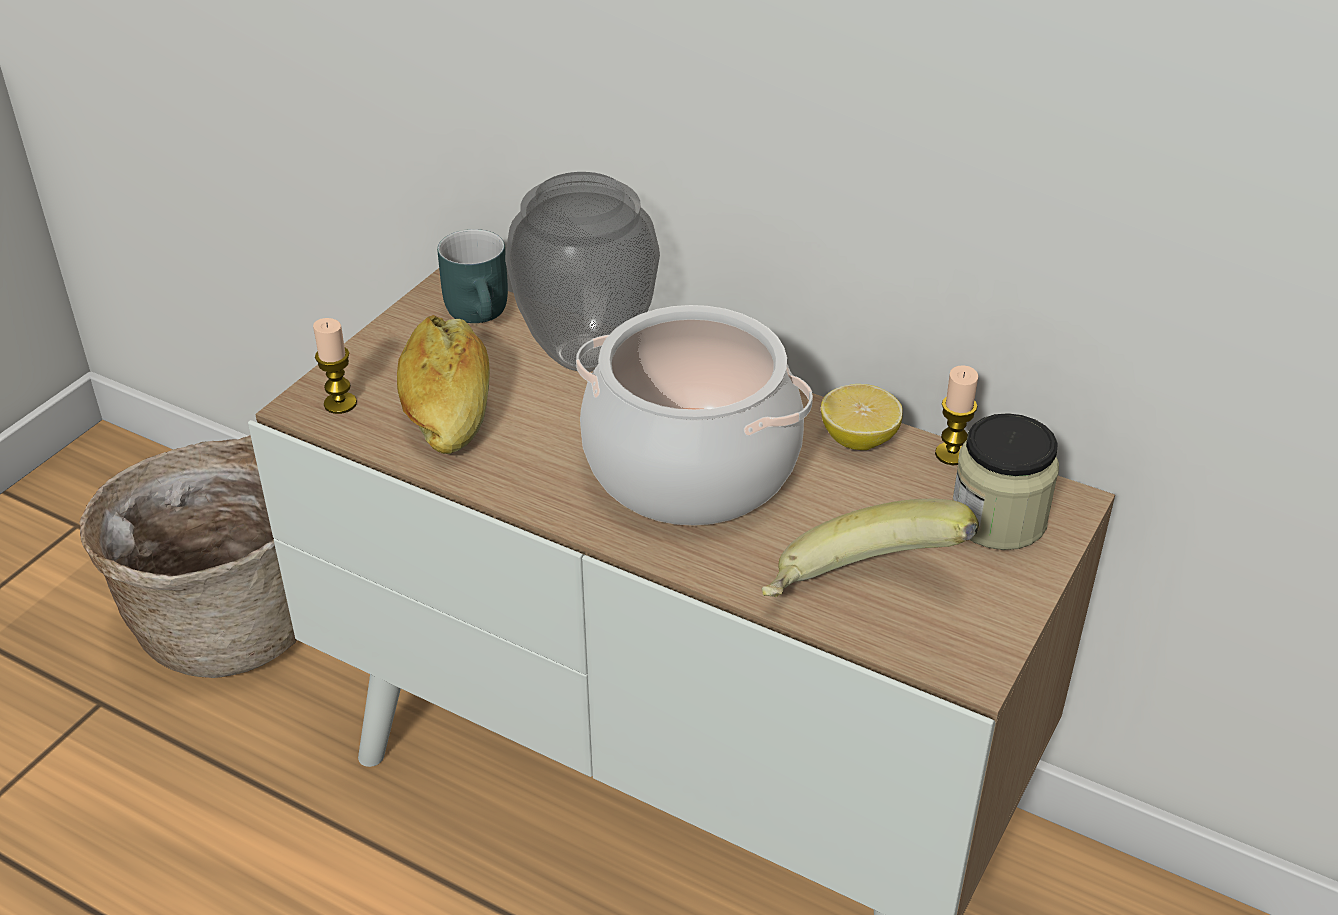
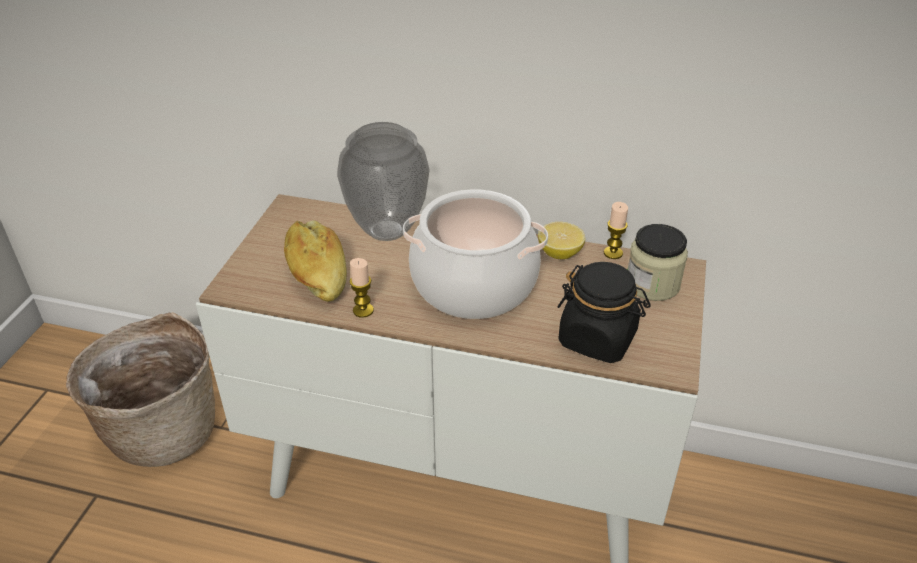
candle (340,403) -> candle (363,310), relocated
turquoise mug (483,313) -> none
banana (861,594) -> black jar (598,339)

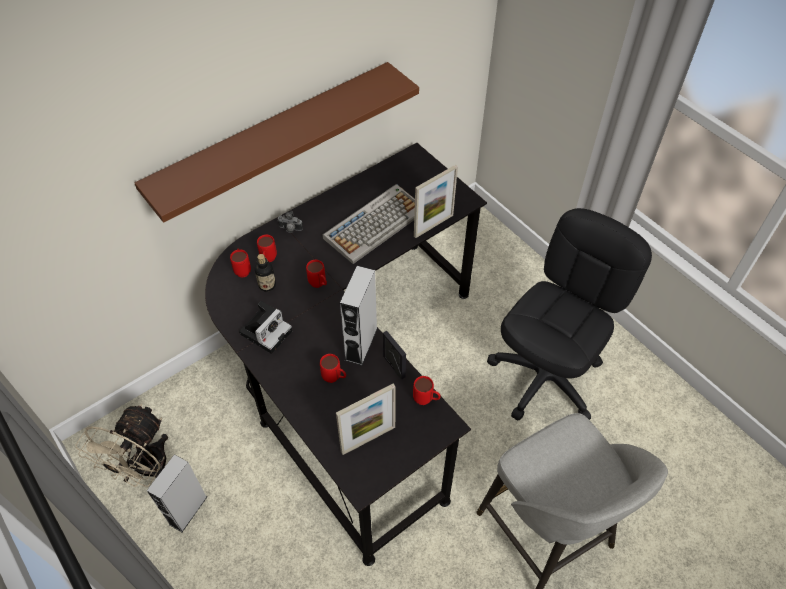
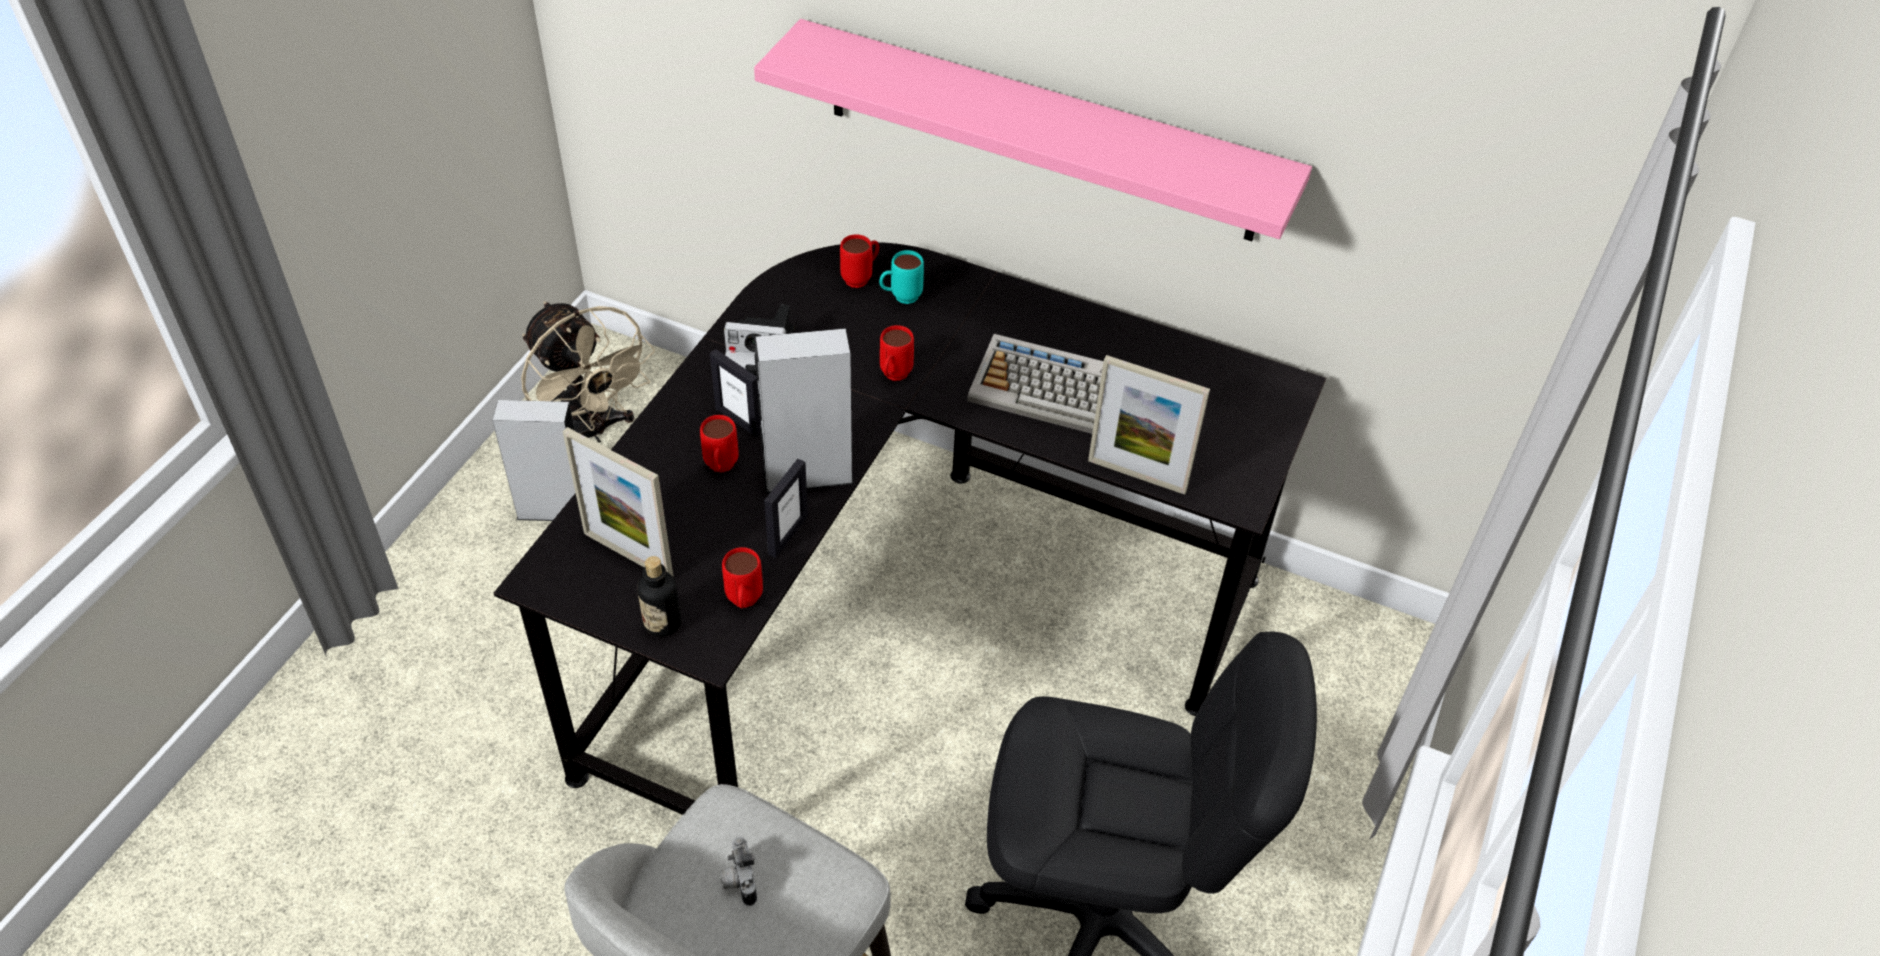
beige fan (145,471) -> beige fan (591,432), 120 degrees counterclockwise
brown shelf (273,139) -> pink shelf (1040,132)
bottle (267,285) -> bottle (662,623), relocated
red mug (268,260) -> turquoise mug (900,298)
photo camera (290,229) -> photo camera (738,880), relocated
none -> picture frame (739,420)

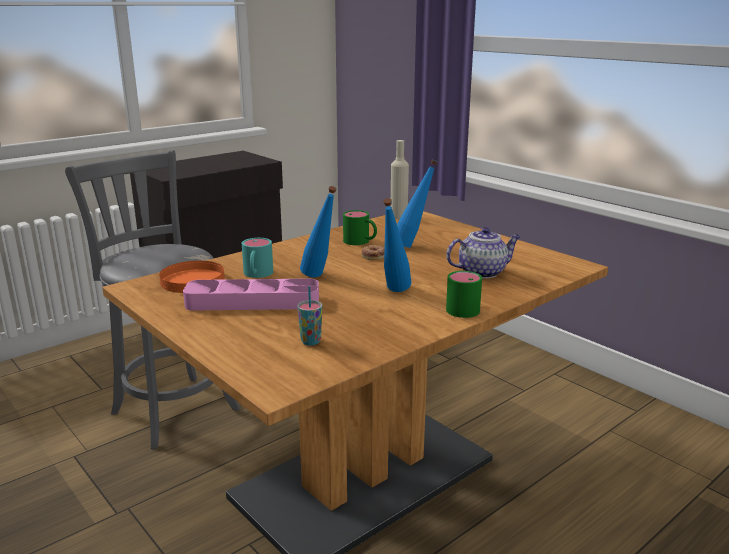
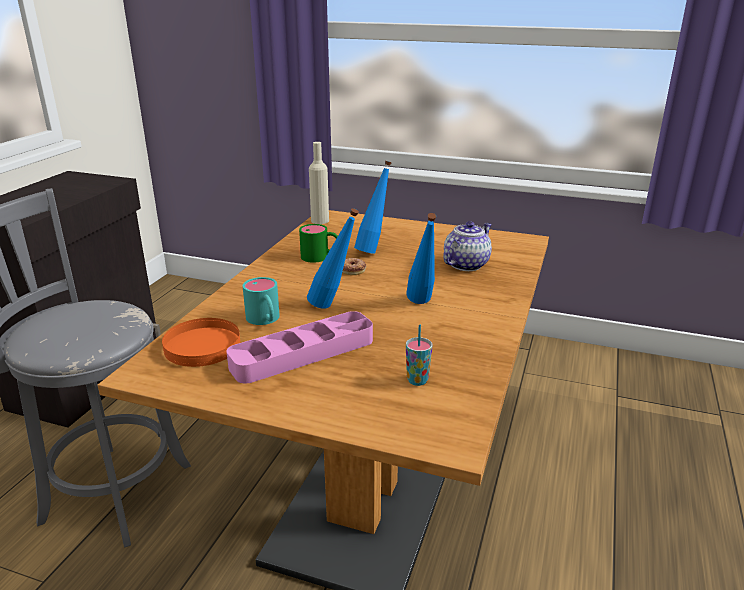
green mug (459,307) -> none

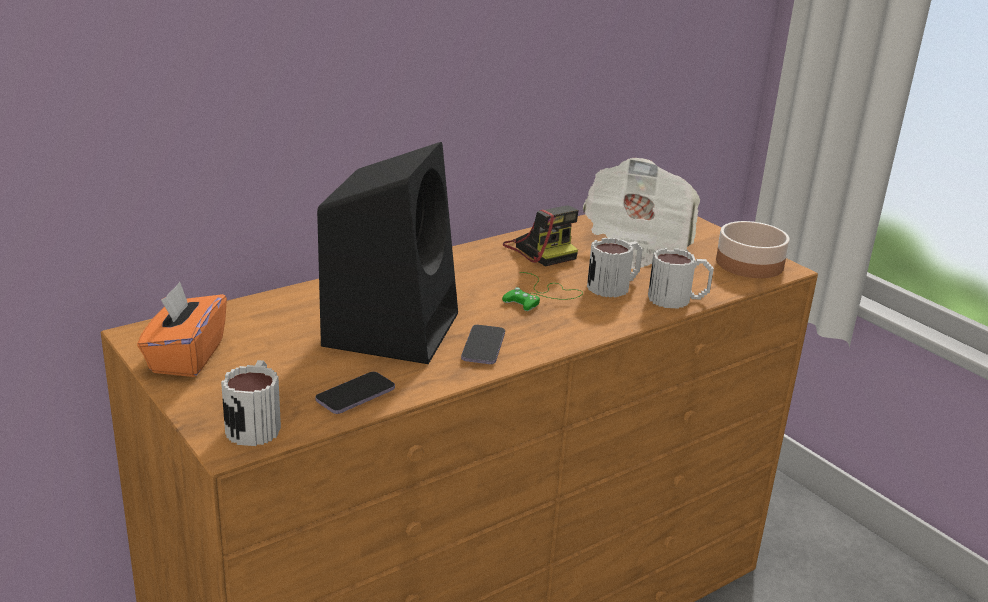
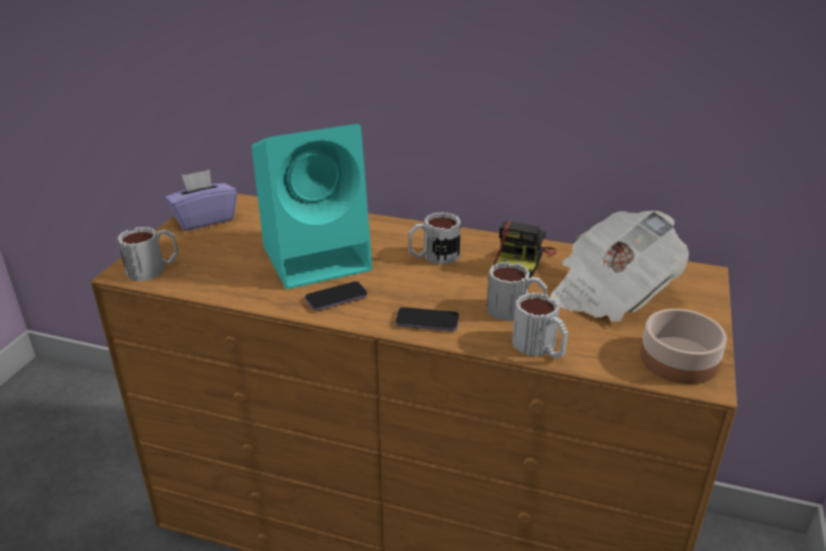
orange tissue box (186,357) -> purple tissue box (204,219)
phone (355,395) -> phone (427,321), relocated
black speaker (391,327) -> turquoise speaker (319,257)
green game controller (542,296) -> none
none -> mug (433,256)

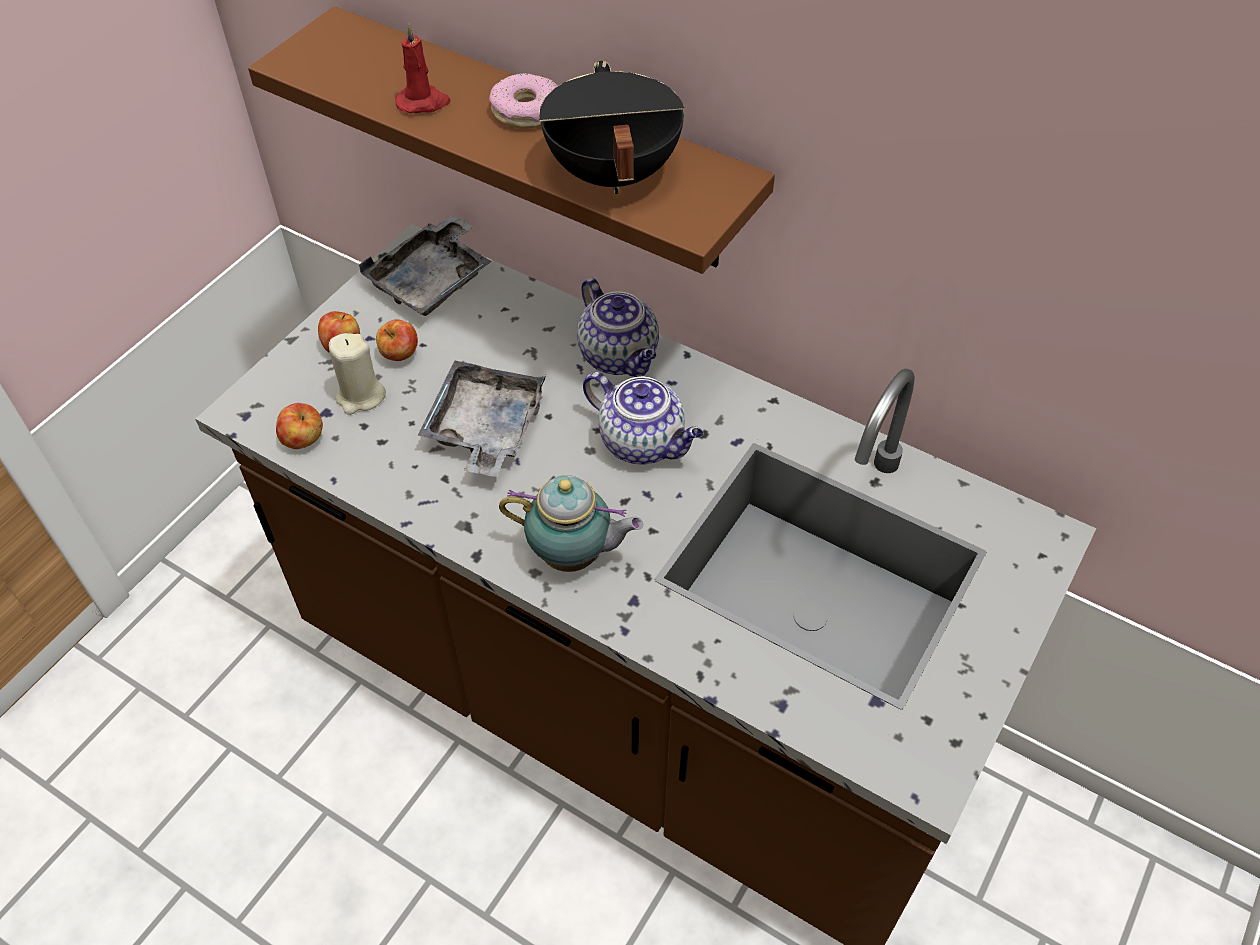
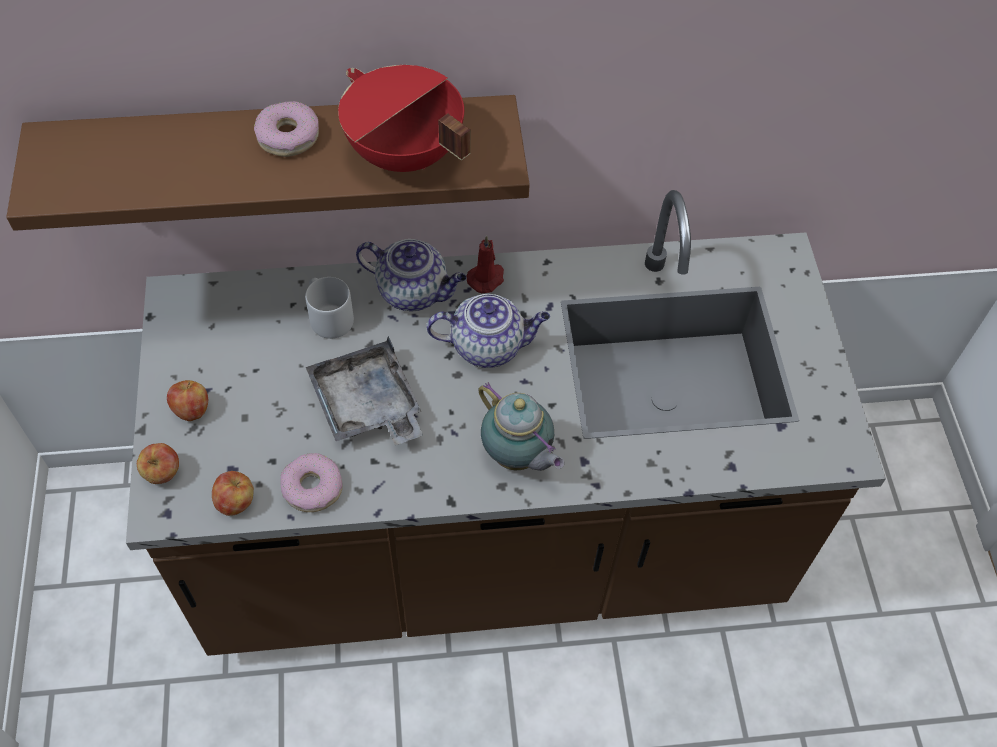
beige candle (360,396) -> none
grey tray (432,281) -> none
apple (400,355) -> apple (163,473), relocated
red candle (423,102) -> red candle (486,278), relocated
teapot (574,556) -> teapot (517,457), 75 degrees clockwise
black cooking pot (610,174) -> red cooking pot (403,155)
none -> donut (313,487)
none -> grey mug (329,317)

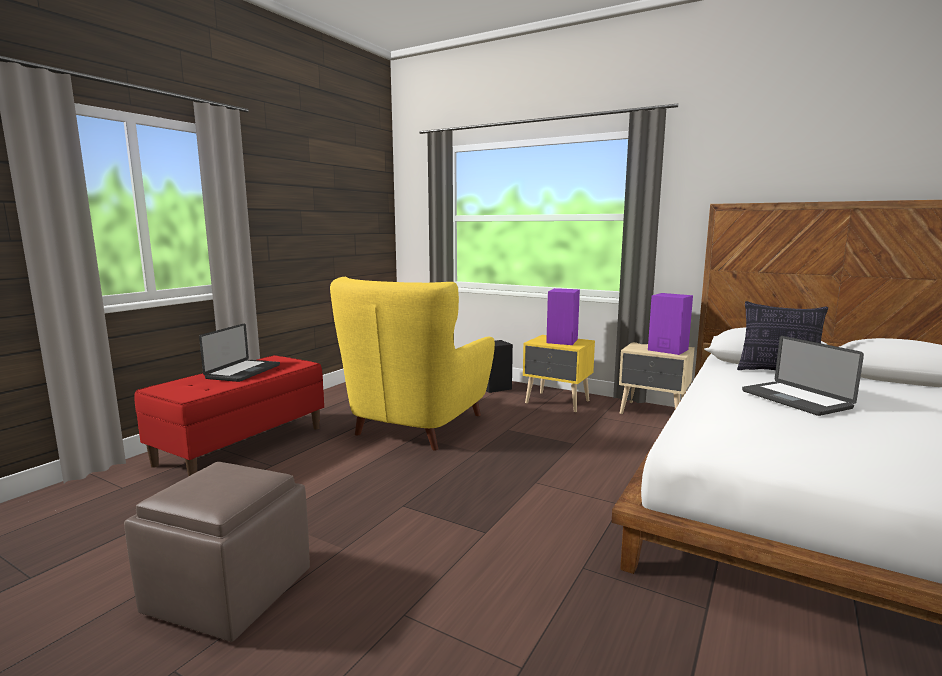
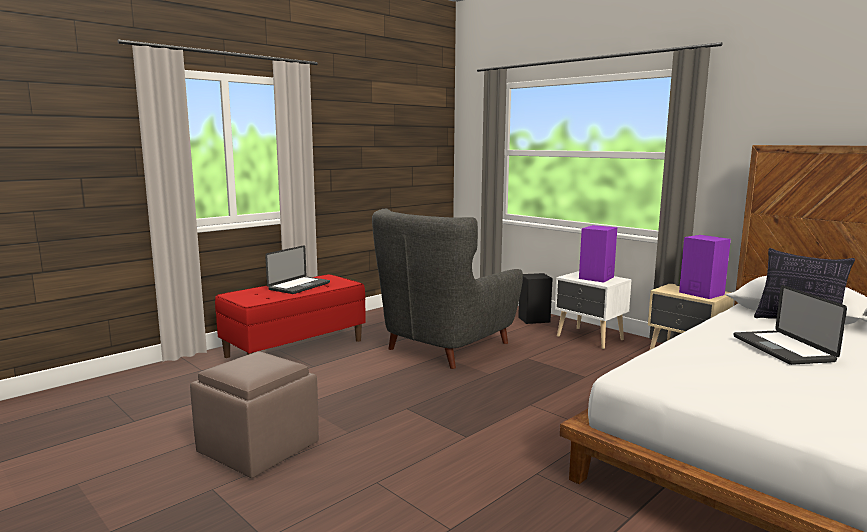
yellow armchair (417,426) -> grey armchair (445,347)
yellow nightstand (557,402) -> white nightstand (590,338)

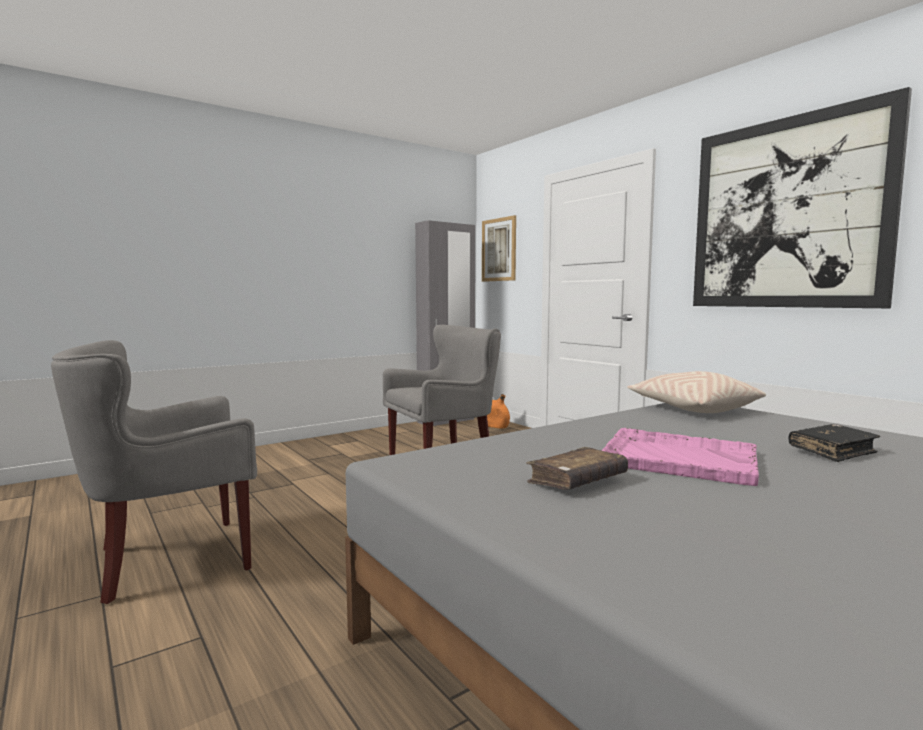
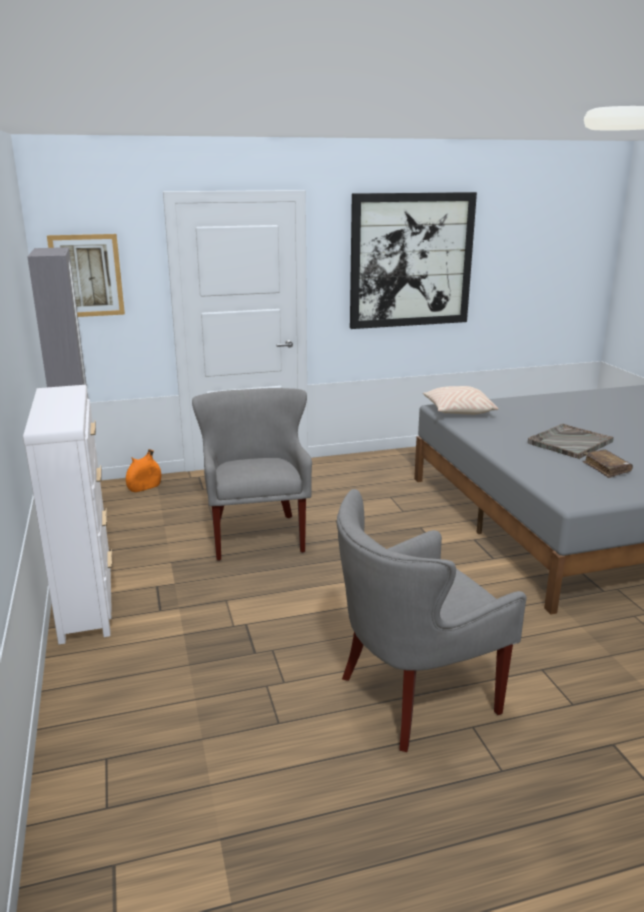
grey armchair (169,559) -> grey armchair (413,695), 75 degrees clockwise
pink tray (677,458) -> grey tray (569,443)
black book (832,451) -> none
none -> white dresser (86,599)

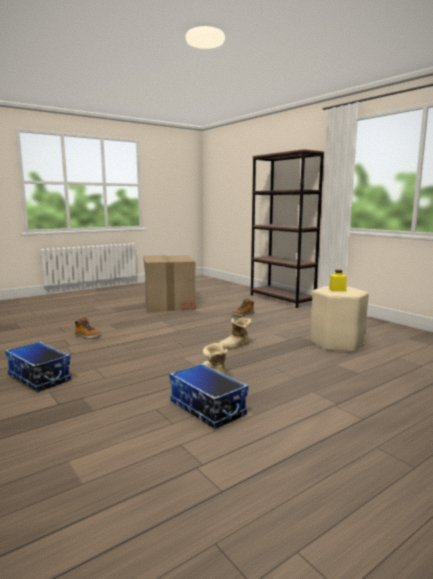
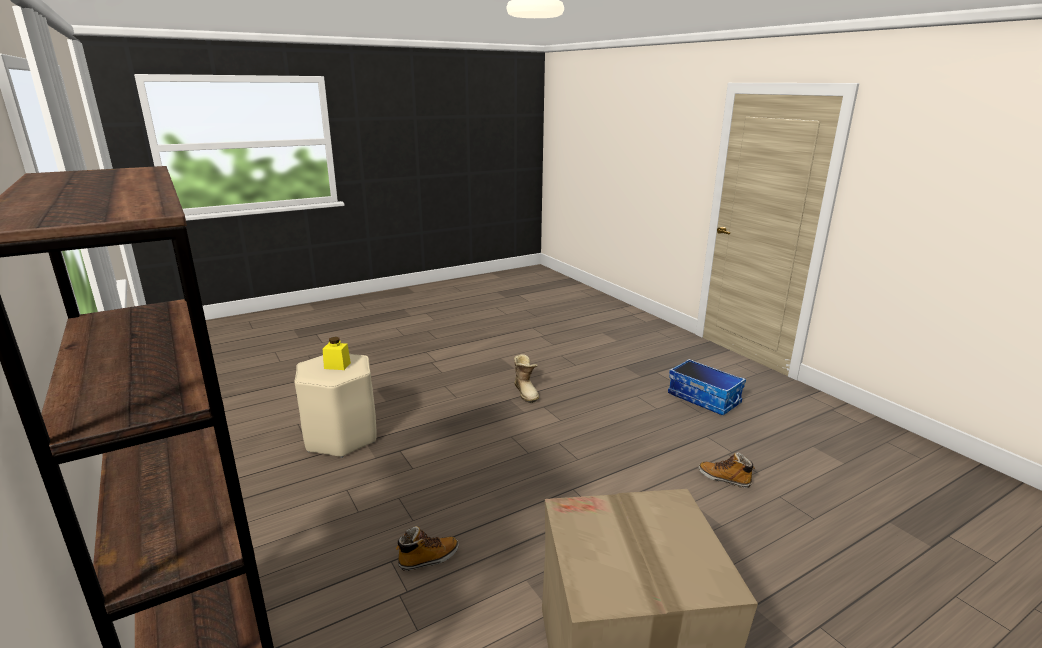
storage box (206,408) -> none
boot (235,346) -> none

